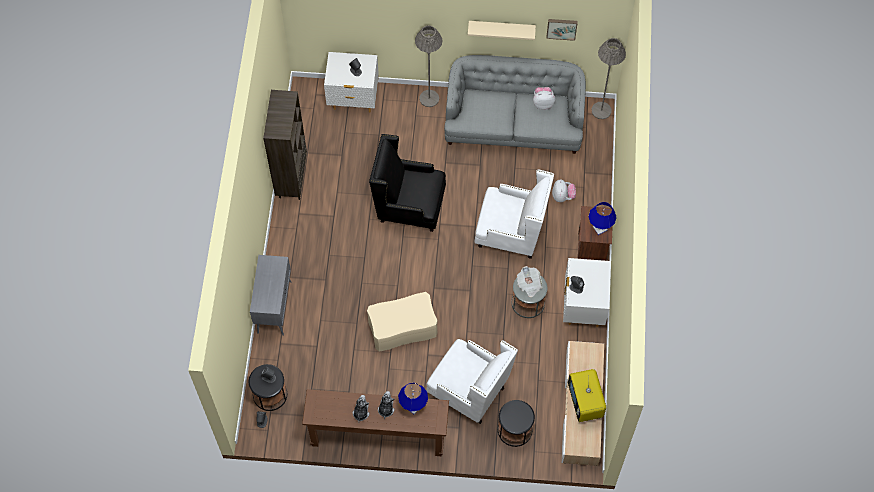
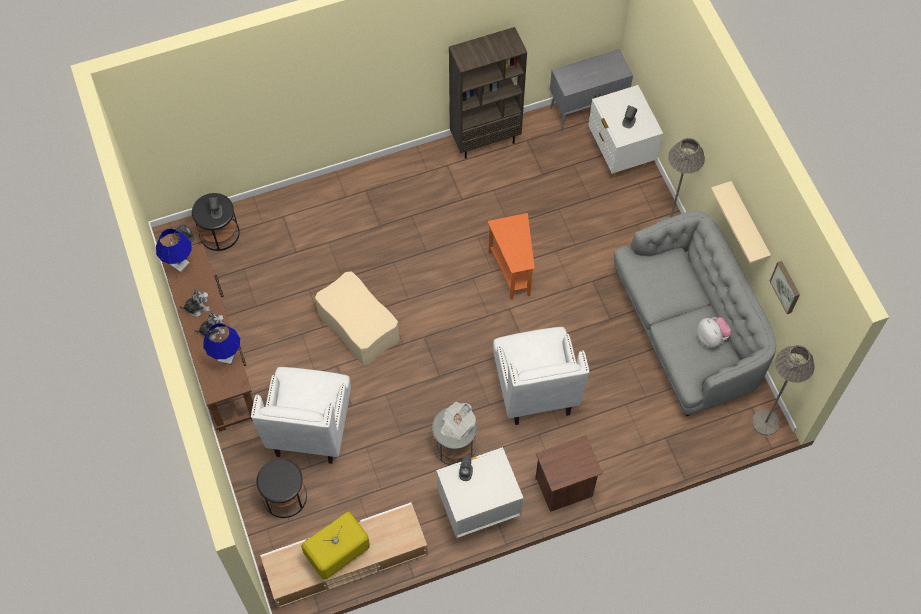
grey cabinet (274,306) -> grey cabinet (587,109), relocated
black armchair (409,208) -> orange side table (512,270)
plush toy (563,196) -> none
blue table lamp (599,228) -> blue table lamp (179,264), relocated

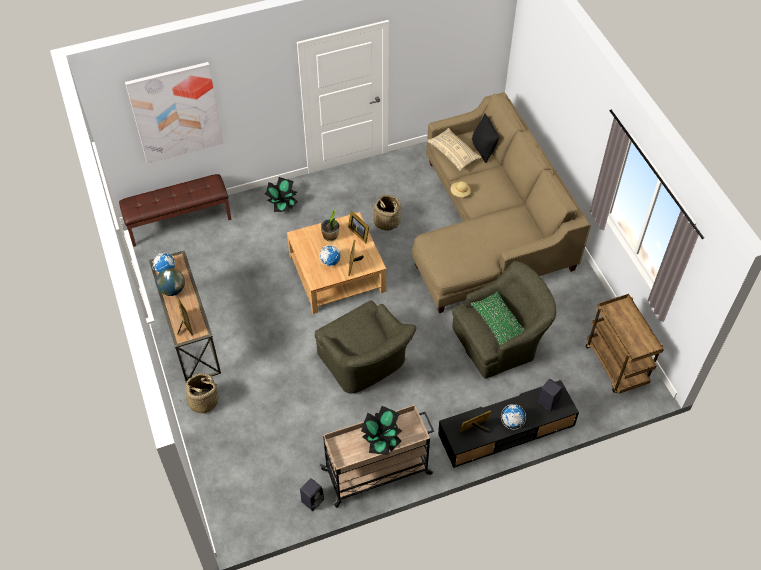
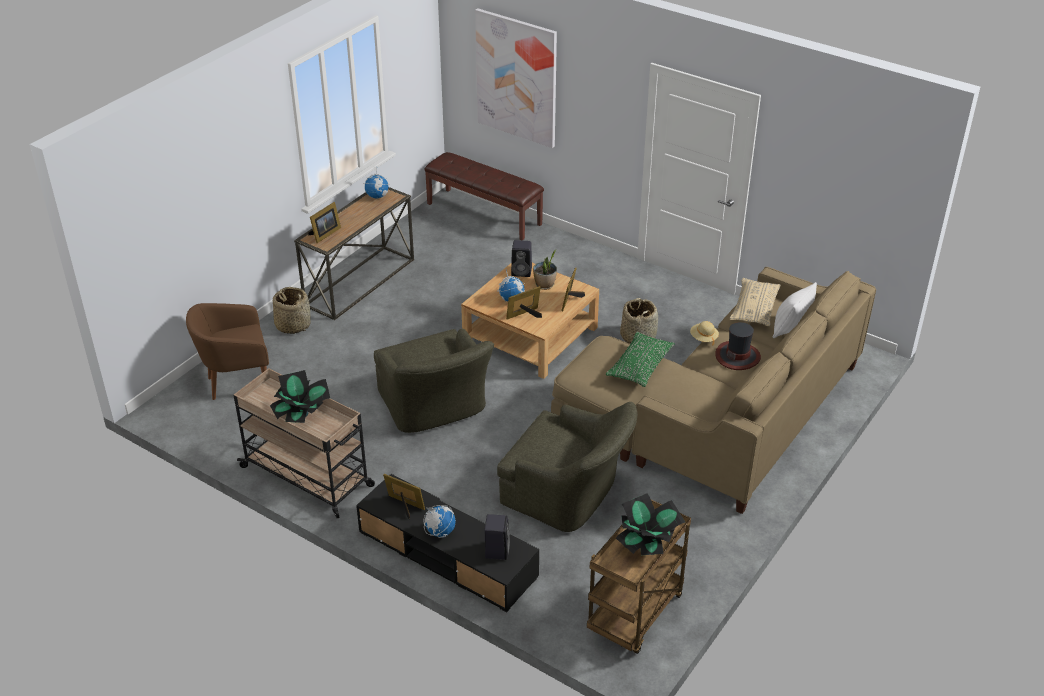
globe (172,290) -> none
potted plant (282,204) -> potted plant (647,543), relocated
black speaker (313,500) -> black speaker (522,271), relocated
green armchair (366,364) -> green armchair (435,407), 45 degrees counterclockwise
green pillow (498,322) -> green pillow (640,366), relocated
black pillow (483,149) -> white pillow (790,328)
none -> brown armchair (237,383)
none -> hat (737,356)

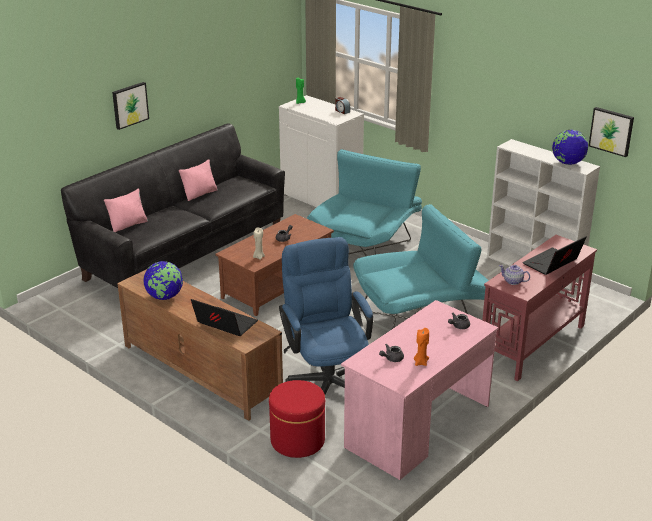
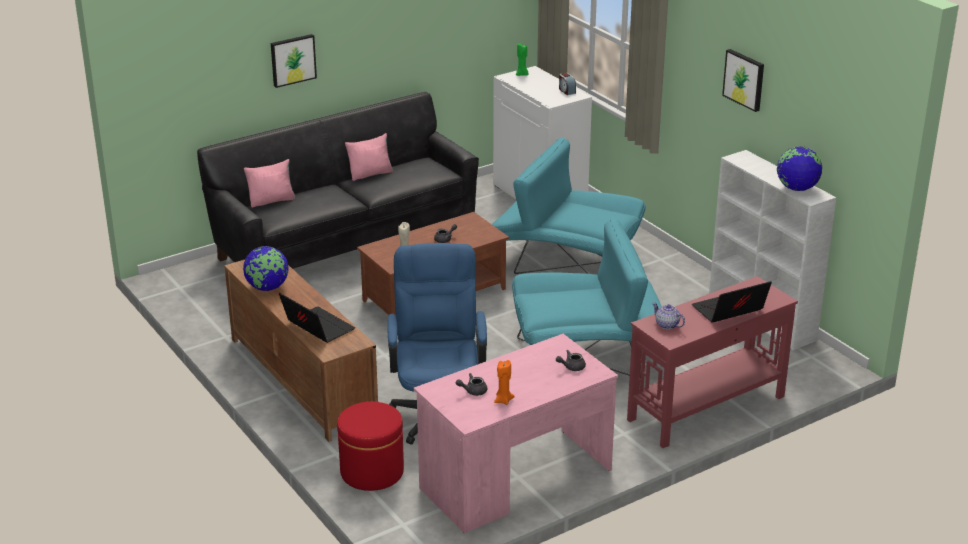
turquoise armchair (367,246) -> turquoise armchair (566,262), 105 degrees counterclockwise
picture (611,131) -> picture (744,79), relocated

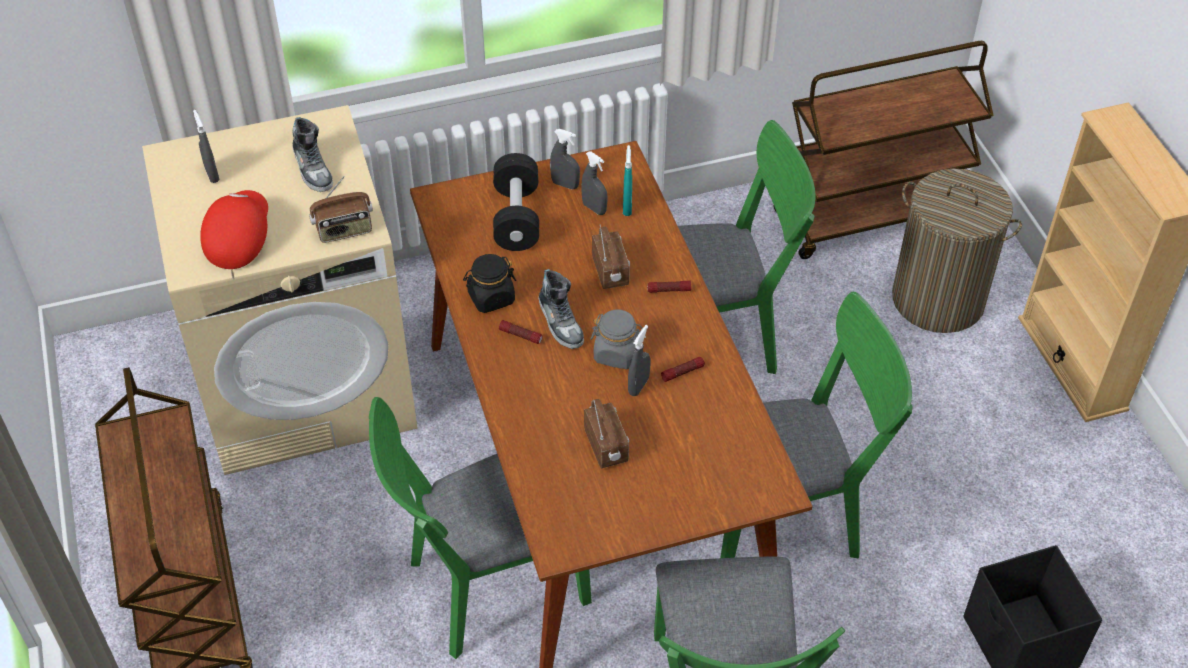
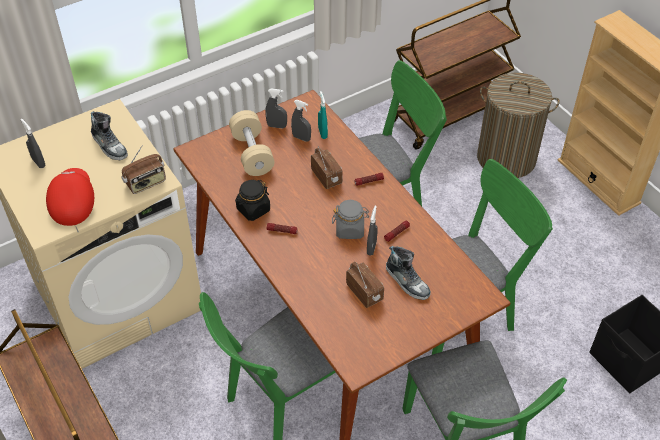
black dumbbell (516,217) -> beige dumbbell (252,153)
shoe (561,322) -> shoe (407,281), relocated

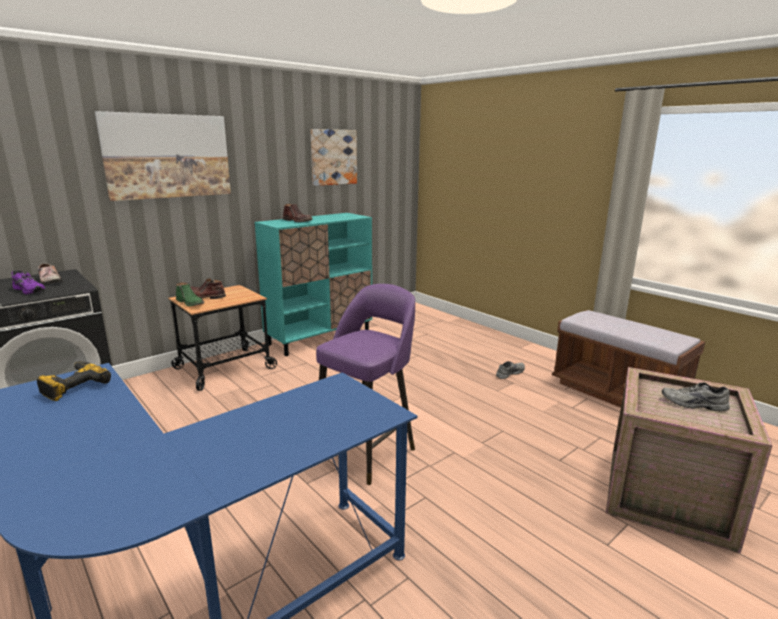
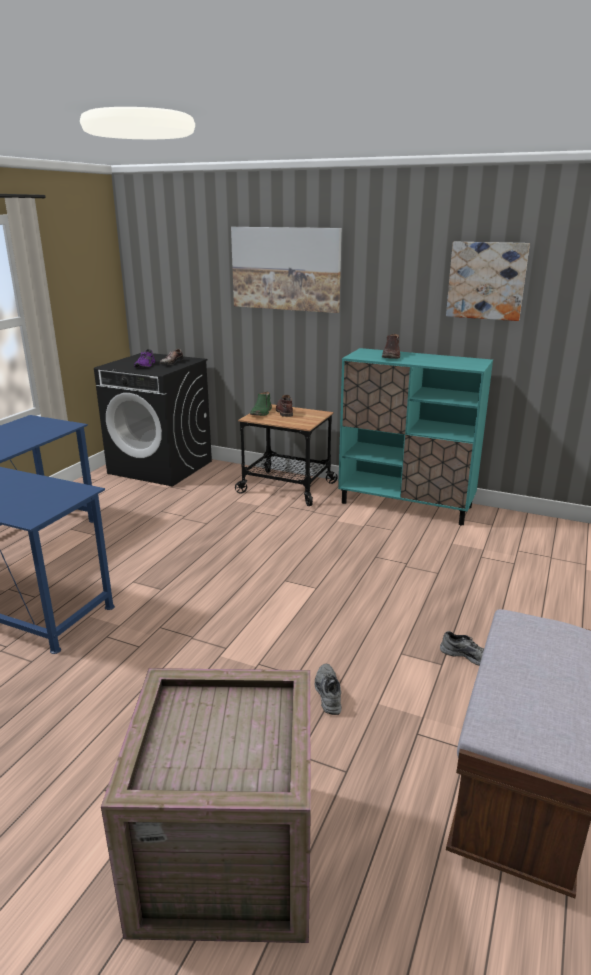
power drill (73,386) -> none
purple stool (368,451) -> none
grey shoe (694,404) -> grey shoe (327,693), relocated

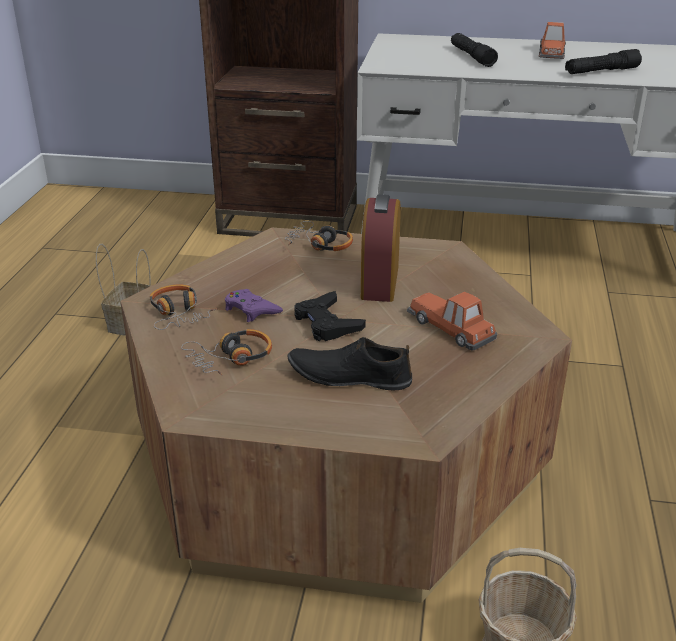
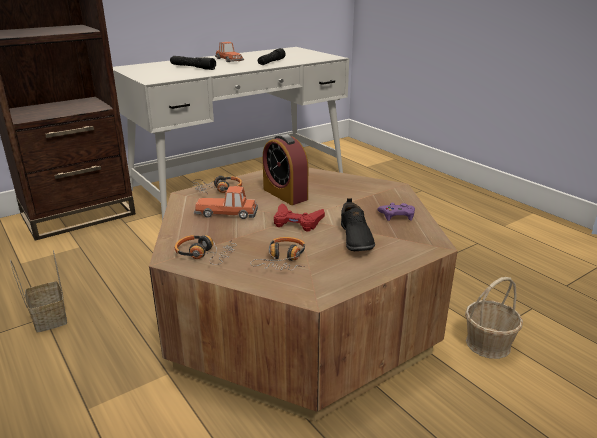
purple game controller (251,310) -> purple game controller (397,215), relocated
black shoe (349,376) -> black shoe (355,238), 60 degrees counterclockwise
black game controller (327,323) -> red game controller (297,222)
toy car (451,328) -> toy car (227,213), relocated

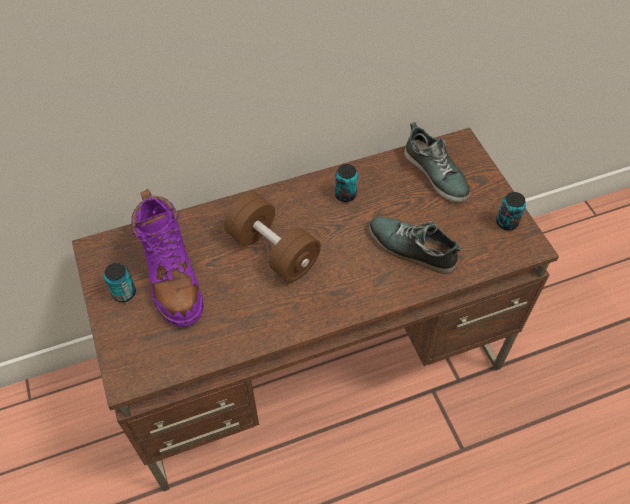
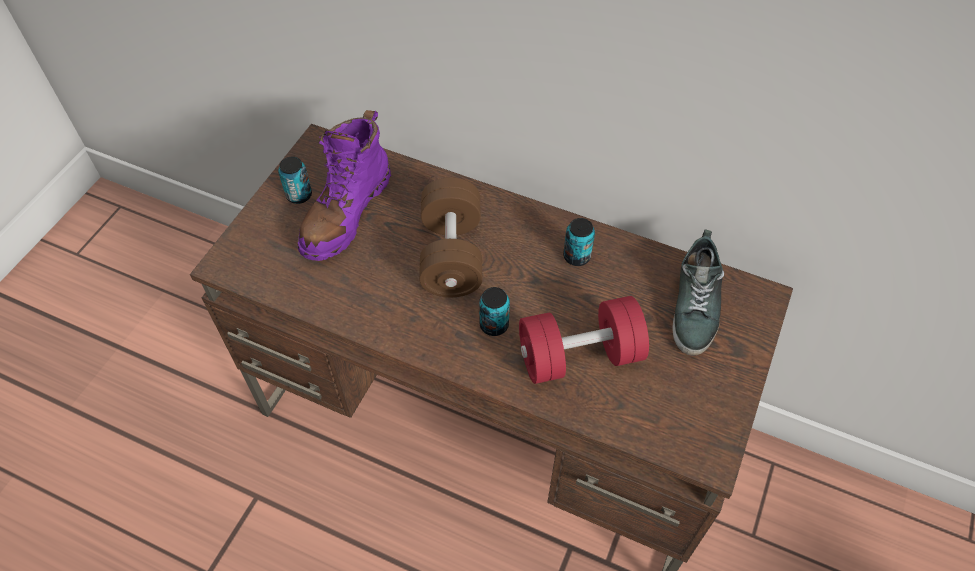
shoe (411,249) -> red dumbbell (579,356)
can (506,223) -> can (494,325), relocated

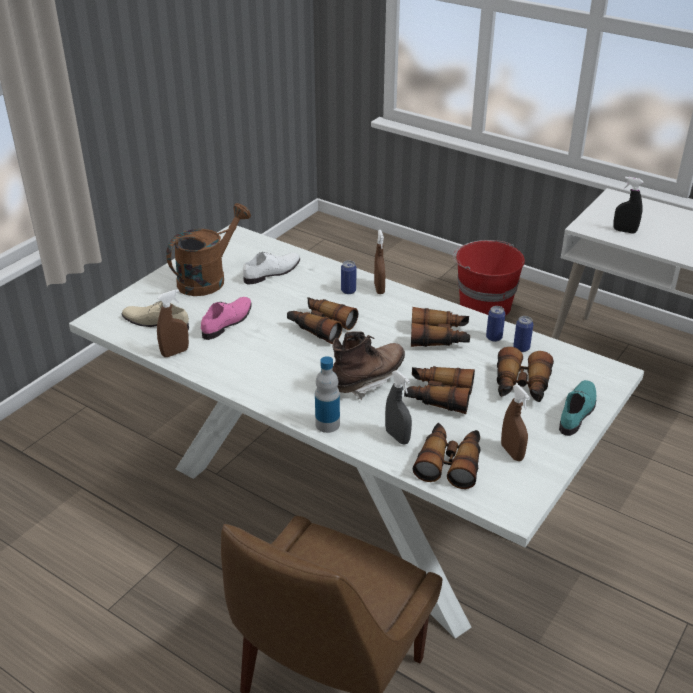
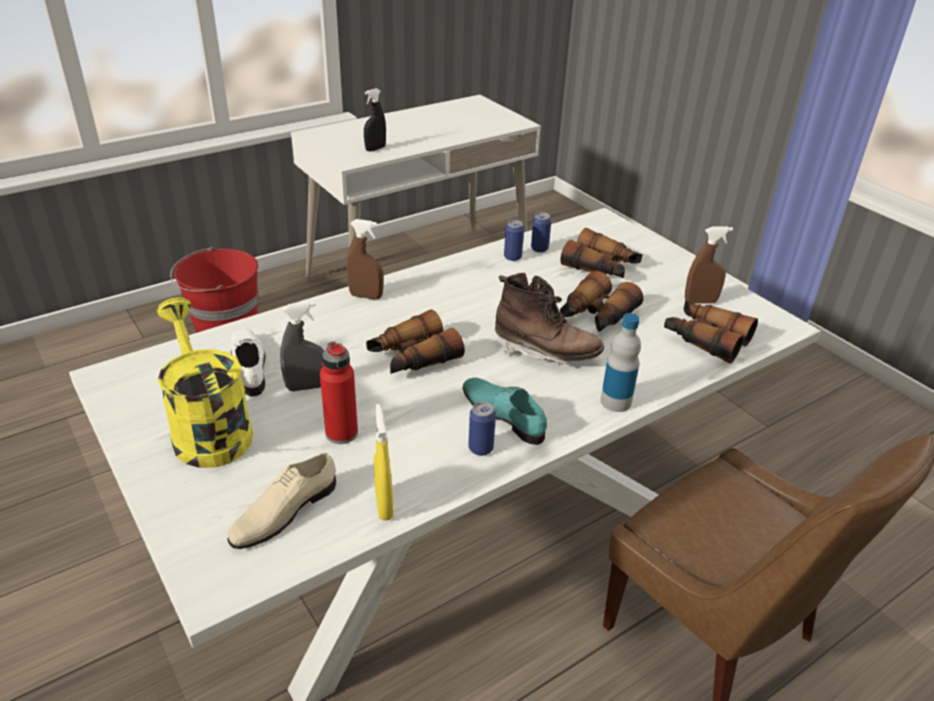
brown spray bottle (175,352) -> yellow spray bottle (384,505)
brown watering can (208,278) -> yellow watering can (208,429)
pink shoe (228,321) -> red bottle (341,433)
brown boot (367,380) -> brown boot (545,352), 135 degrees clockwise
can (348,291) -> can (480,448), relocated
grey spray bottle (397,437) -> grey spray bottle (306,387), relocated
binoculars (439,337) -> none
turquoise shoe (578,411) -> turquoise shoe (504,413), relocated

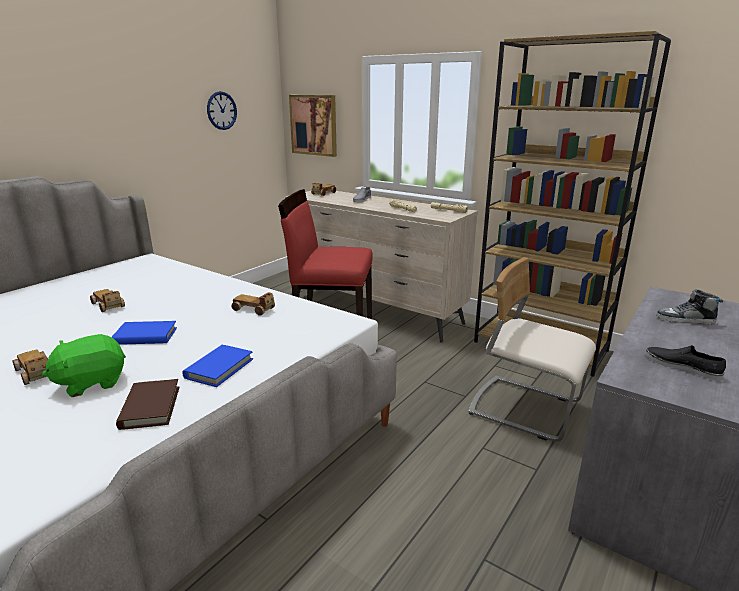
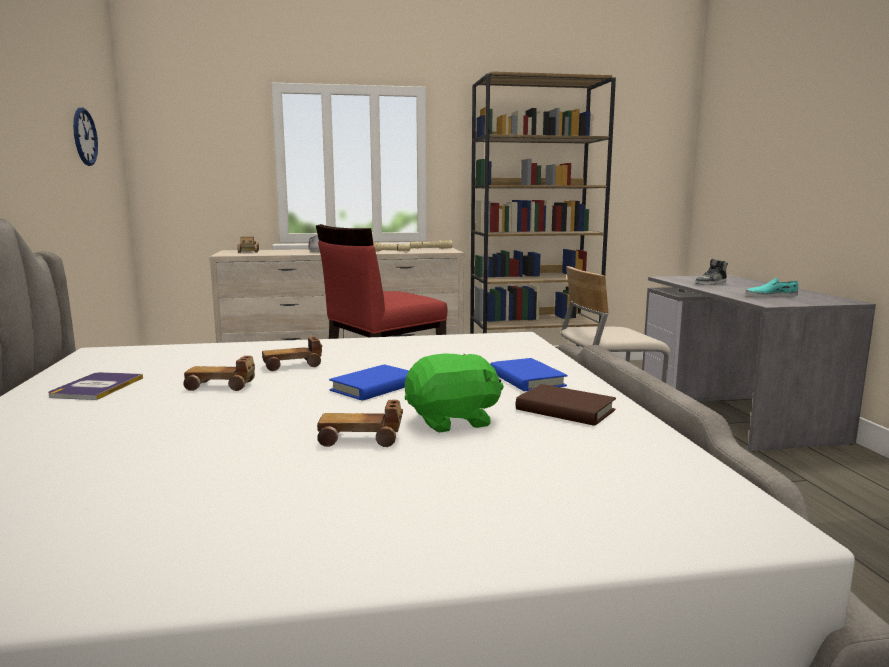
green plush toy (91,382) -> green plush toy (452,421), 120 degrees counterclockwise
toy car (254,309) -> toy car (293,365), relocated
picture (314,125) -> none
black shoe (682,366) -> turquoise shoe (770,296)
none -> book (96,387)

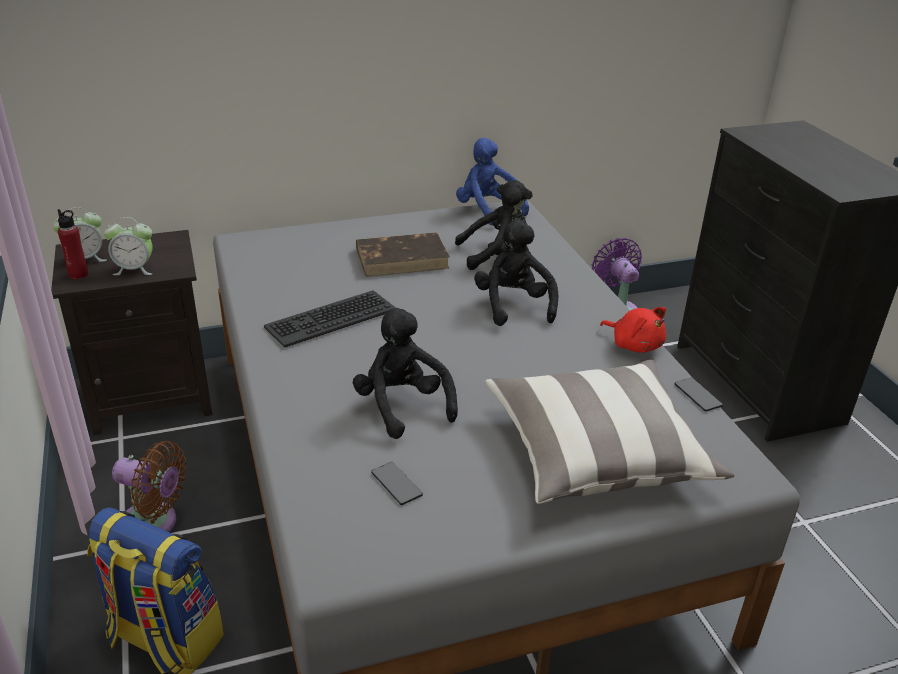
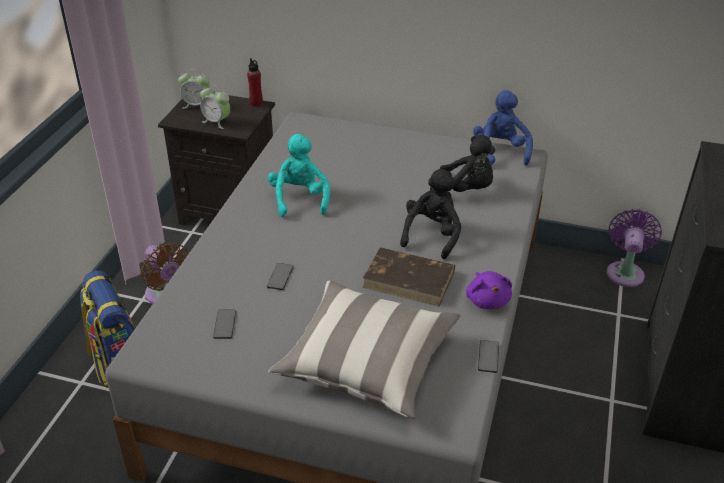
red bottle (78,274) -> red bottle (256,103), relocated
keyboard (330,318) -> turquoise plush toy (299,199)
black plush toy (402,406) -> phone (280,277)
brown book (403,258) -> brown book (410,279), relocated
red plush toy (634,344) -> purple plush toy (487,300)

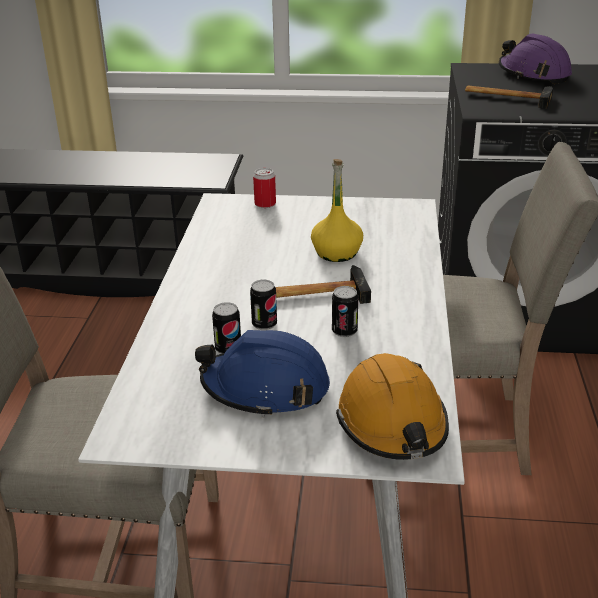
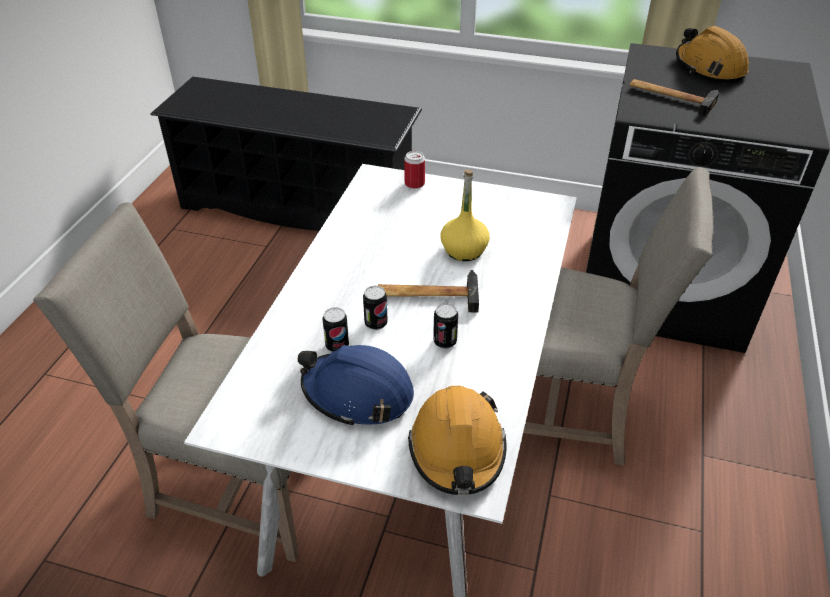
purple hard hat (533,74) -> orange hard hat (709,68)

